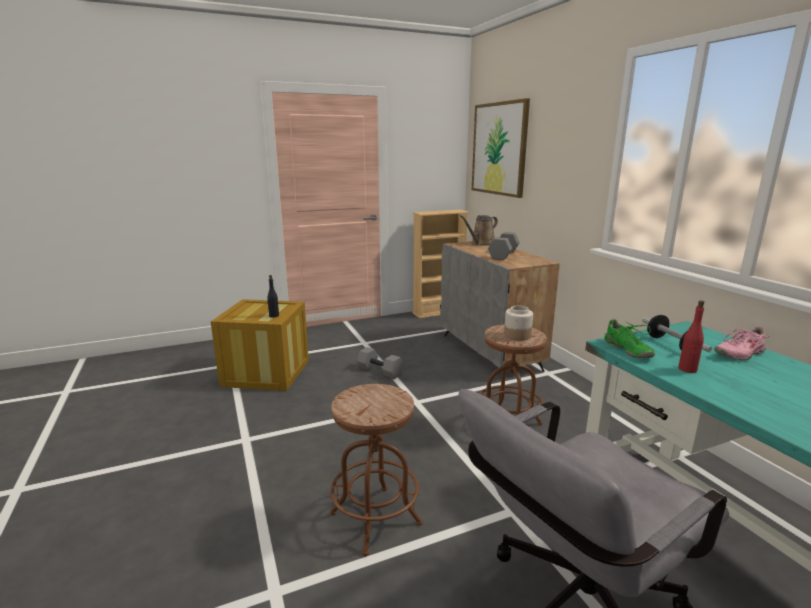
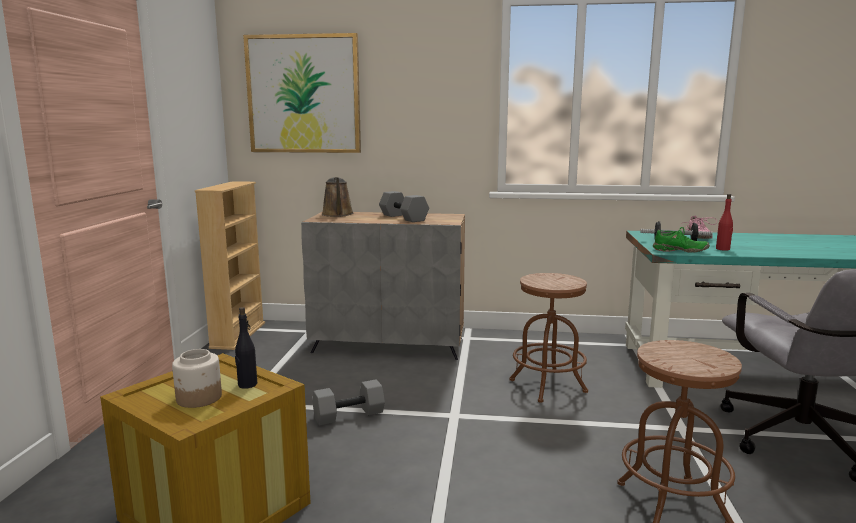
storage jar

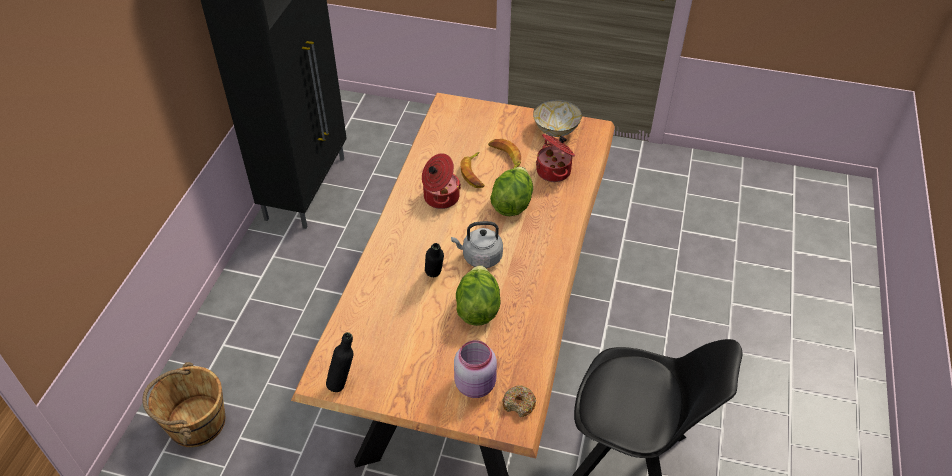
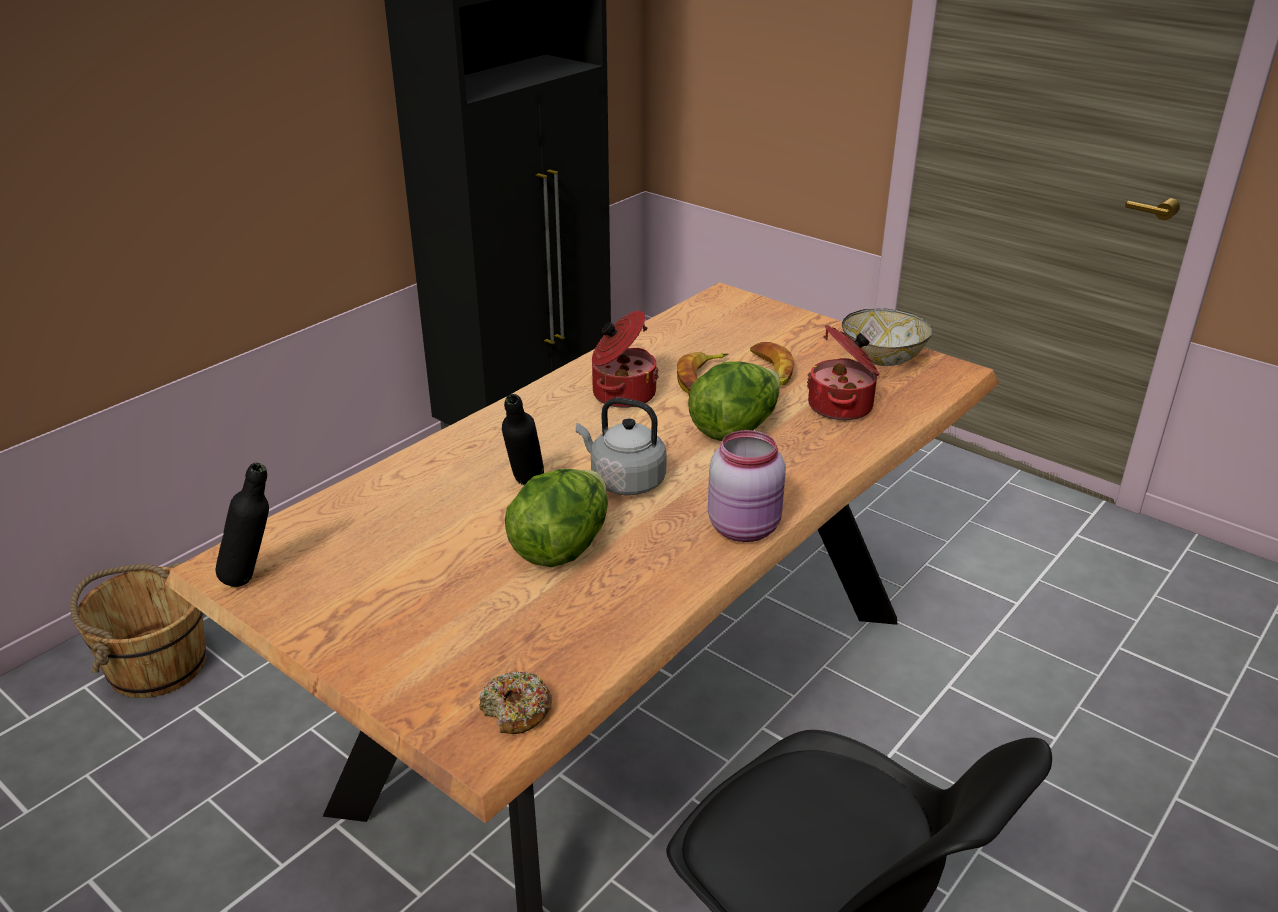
storage jar (pink)

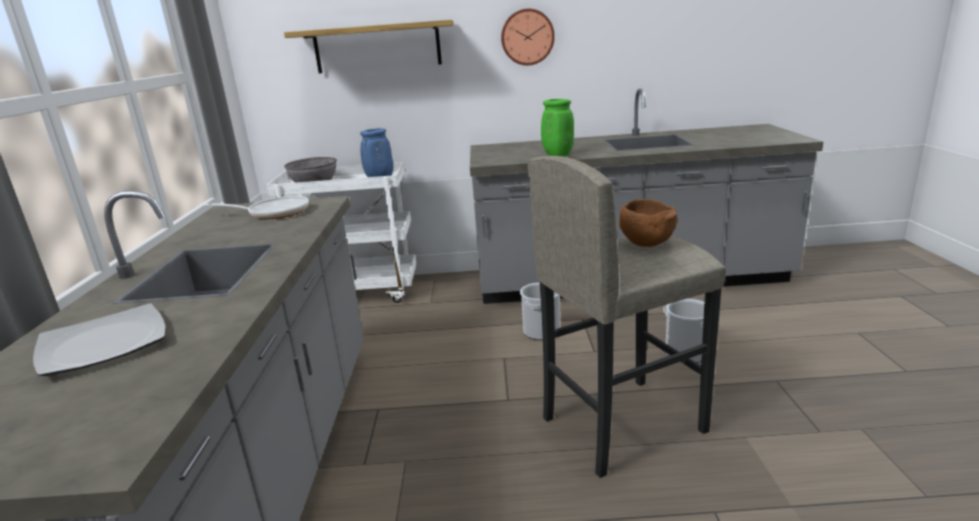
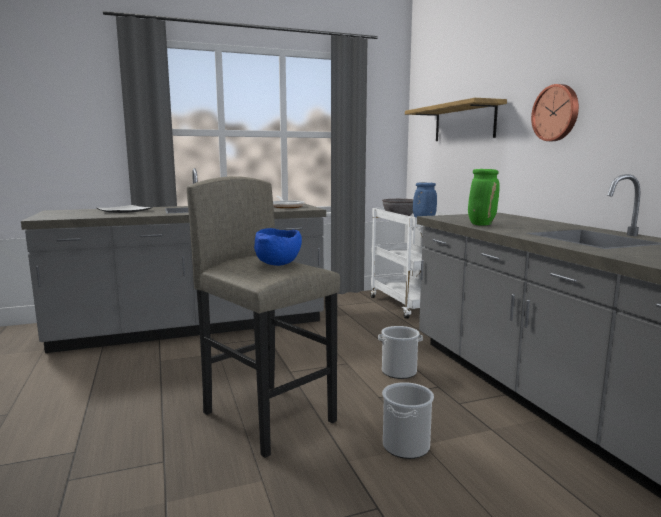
serving bowl (blue-coloured)

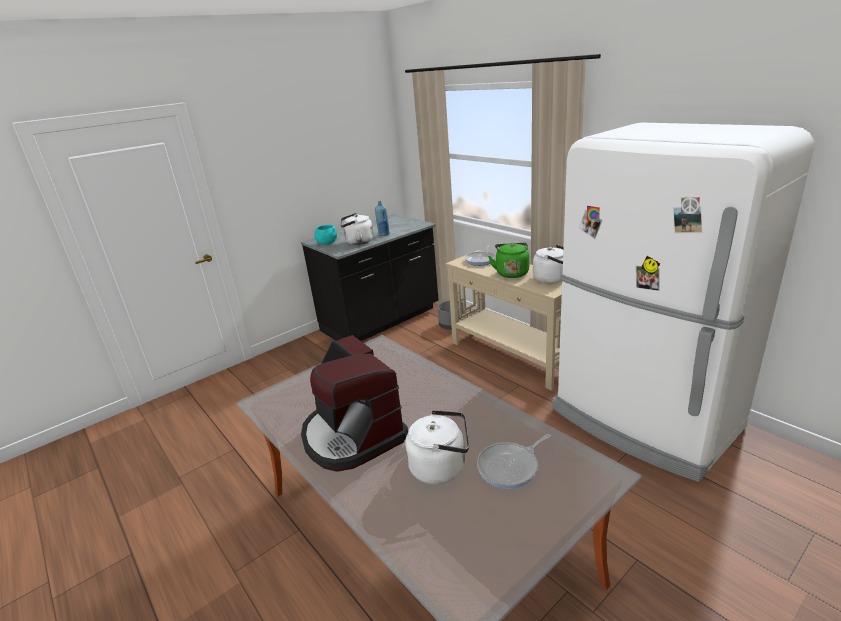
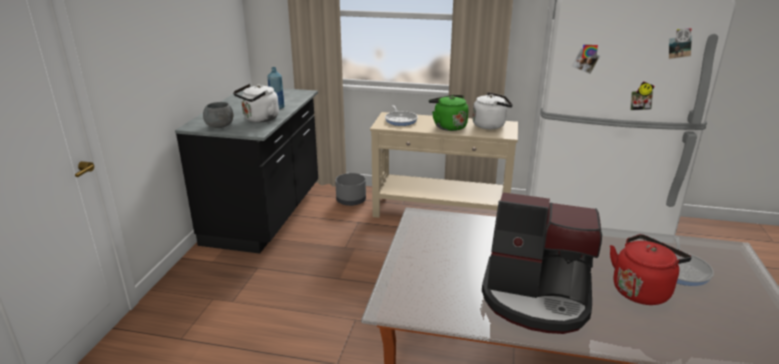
serving bowl (gray)
tea kettle (reddish)

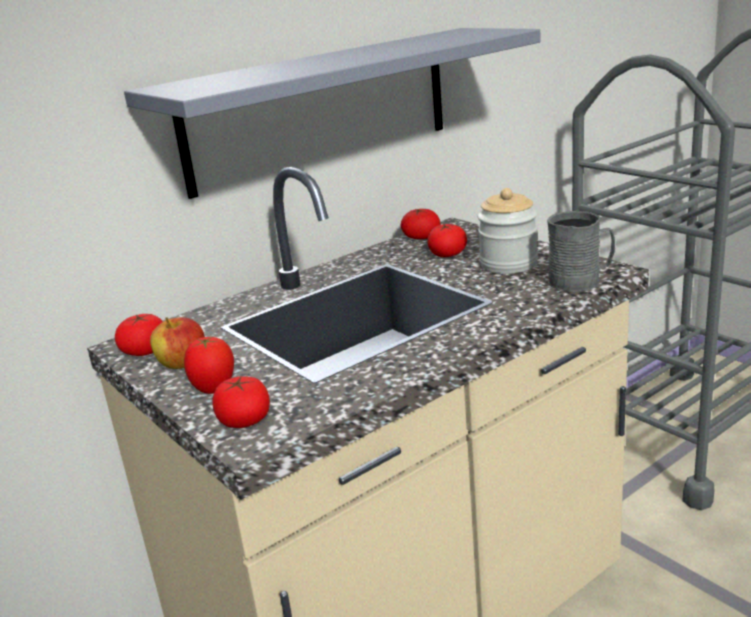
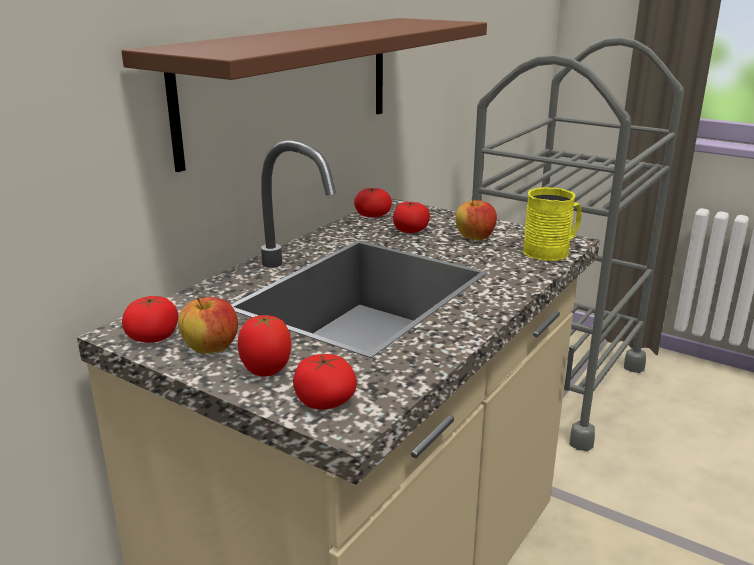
shelf (brown-coloured)
apple (no. 2 from left)
tea mug (yellowish)

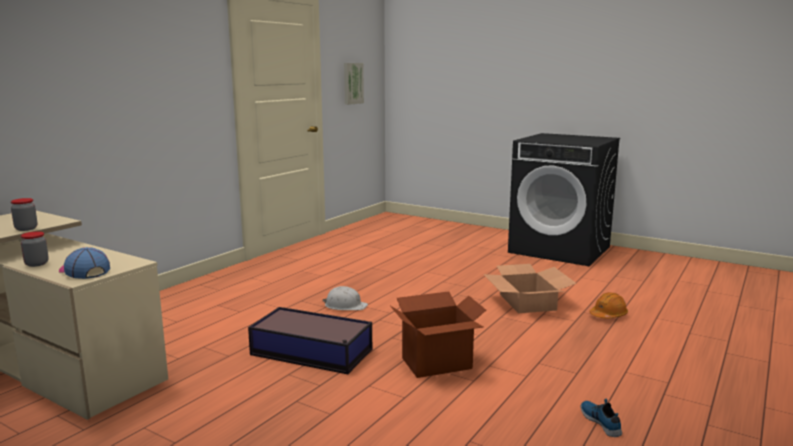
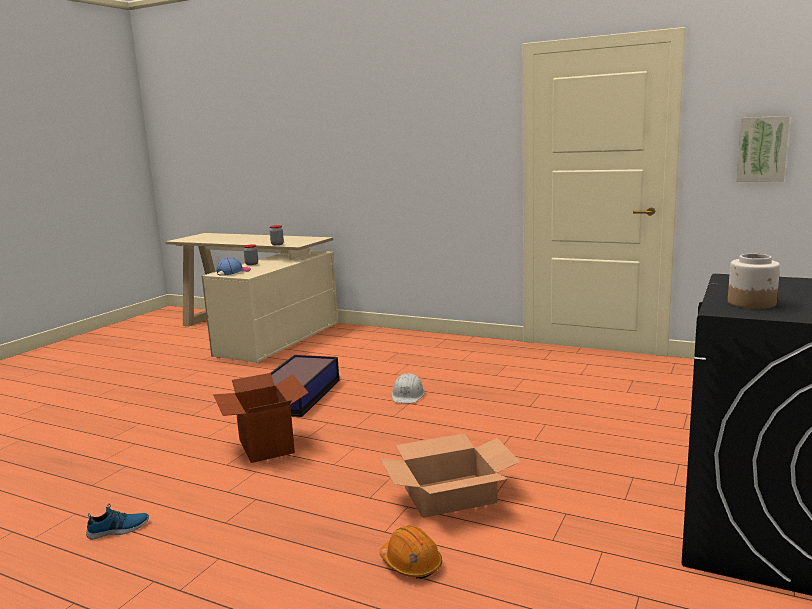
storage jar (no. 3 from left)

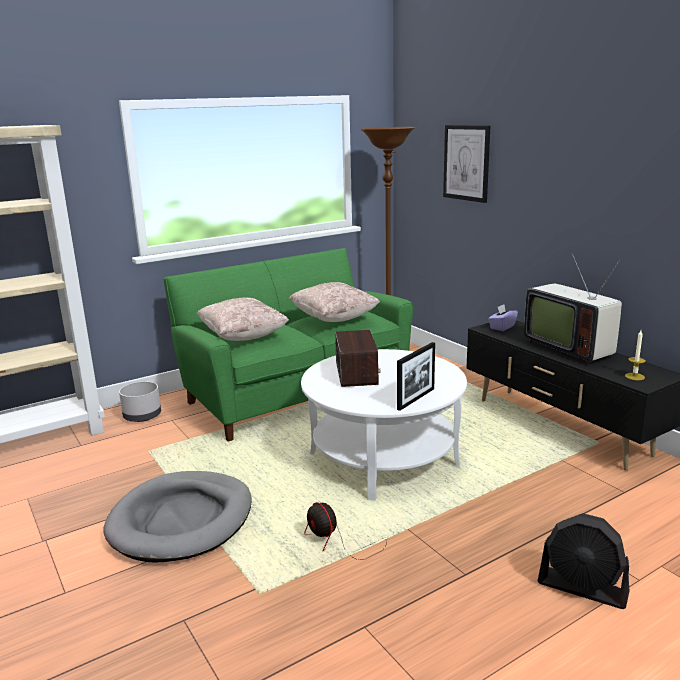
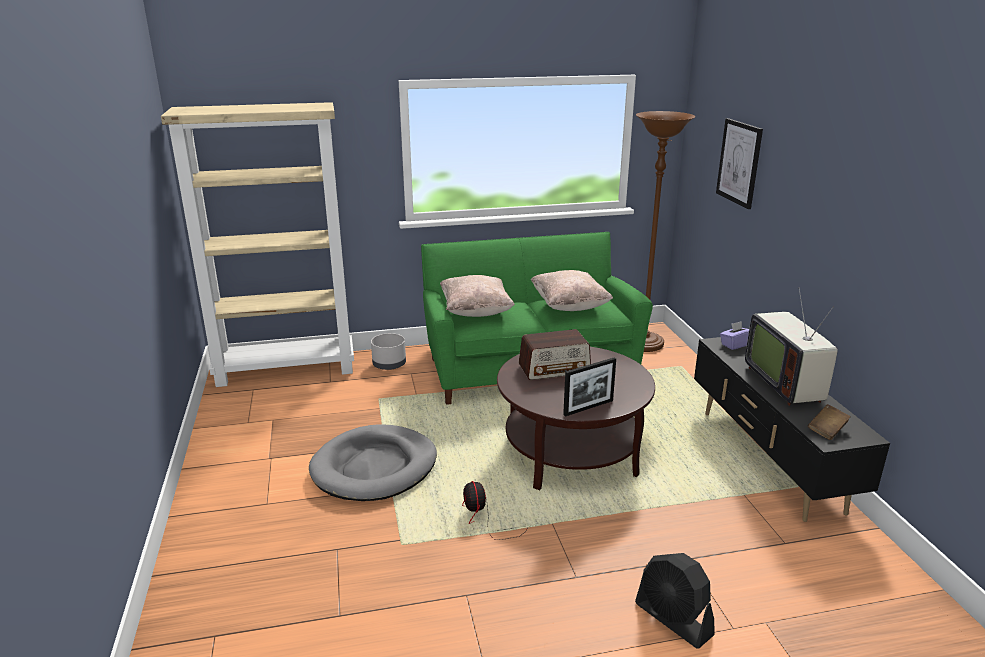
coffee table (brown-coloured)
radio receiver
bound book (brown-coloured)

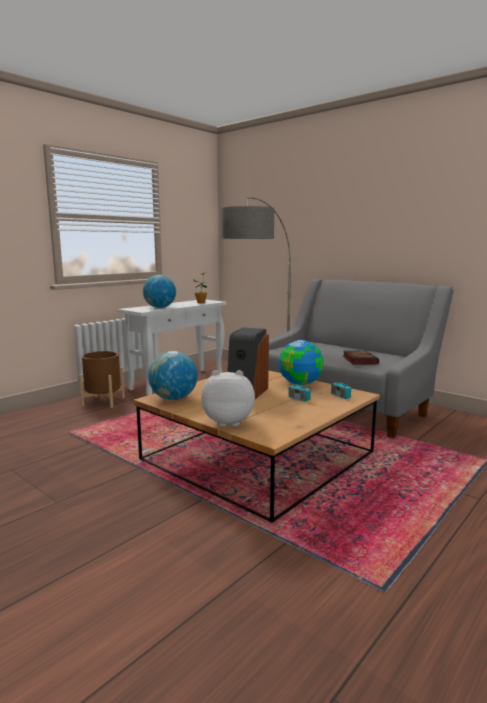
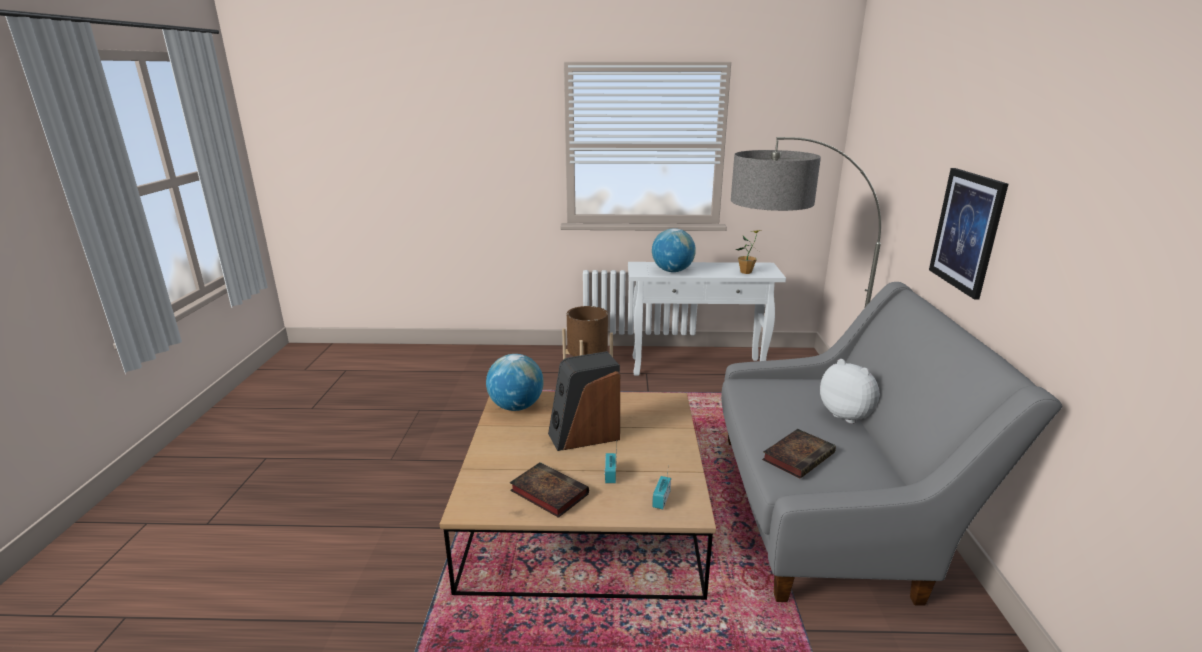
soft toy
world globe (no. 3 from left in the first image)
bound book (no. 1 from left)
wall art

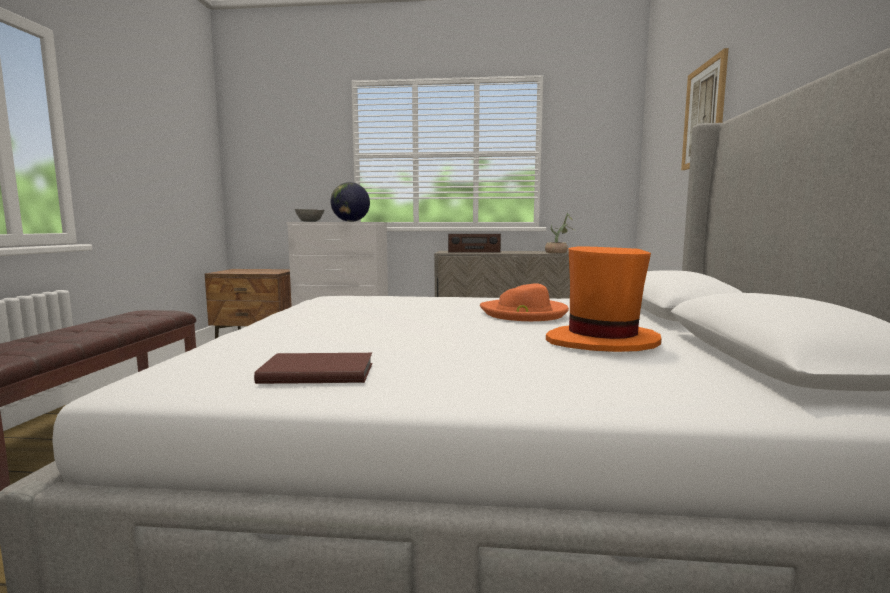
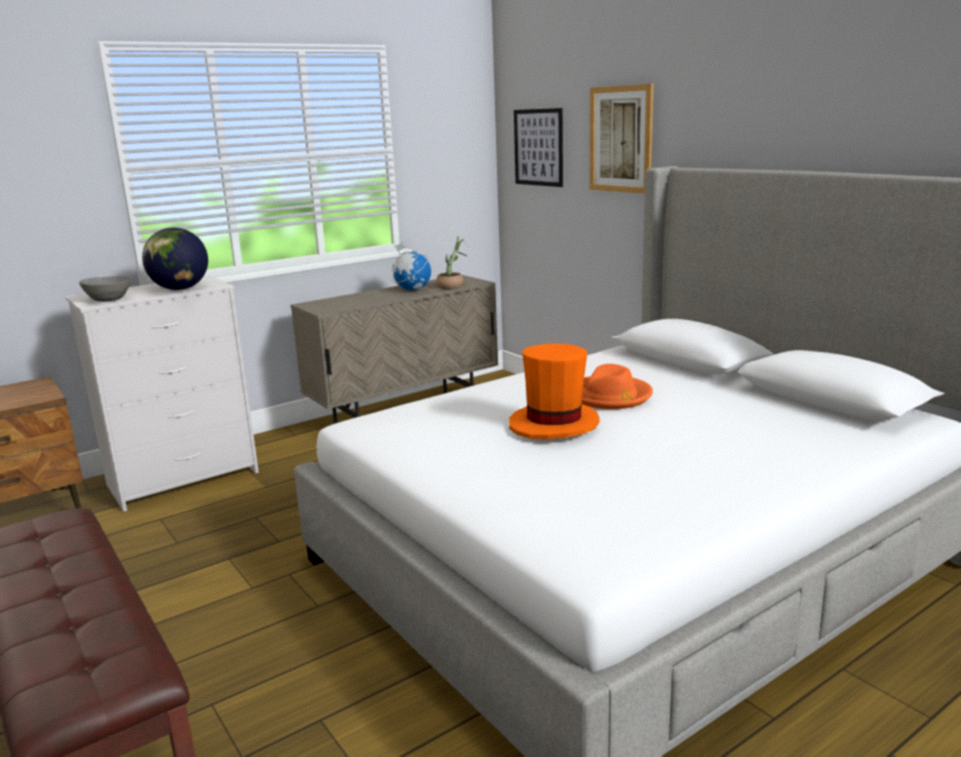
bound book (brown-coloured)
radio receiver
clothing hat (orange) (no. 1 from left)
world globe (no. 2 from left)
wall art (no. 1 from left)

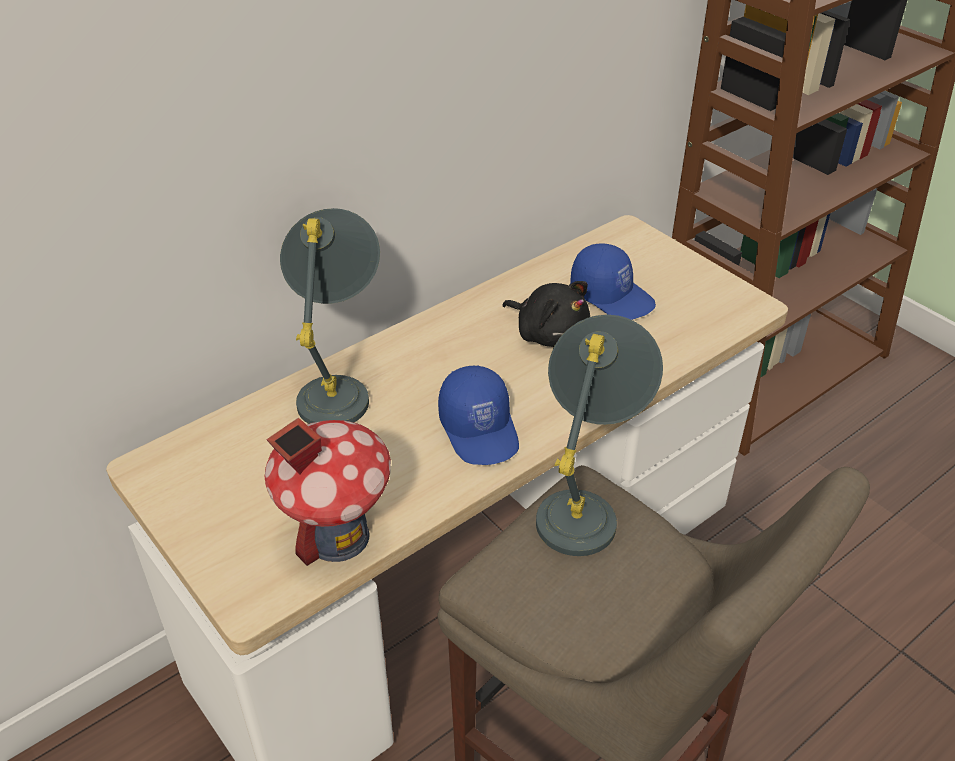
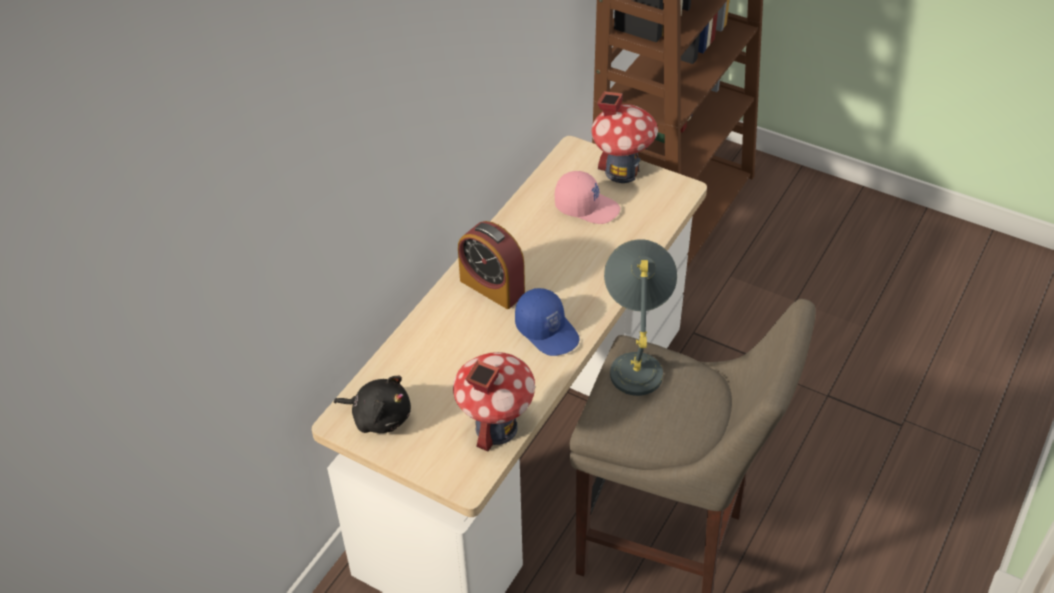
lamp for a table (gray) (no. 1 from left in the first image)
soft toy (black)
peaked cap (pink)
bedside clock
model house (no. 2 from left)

